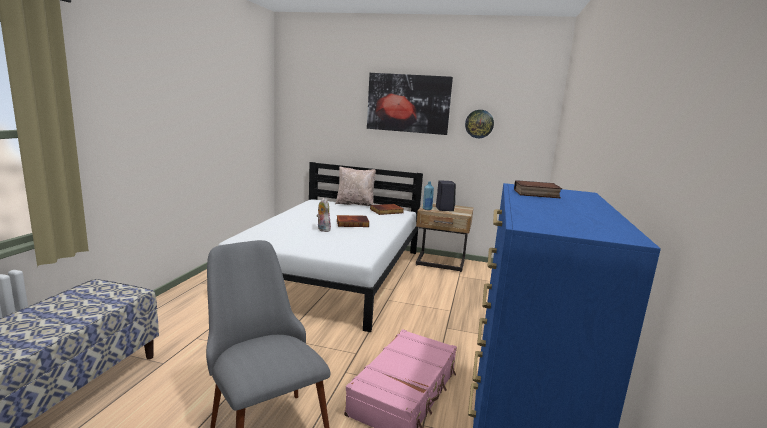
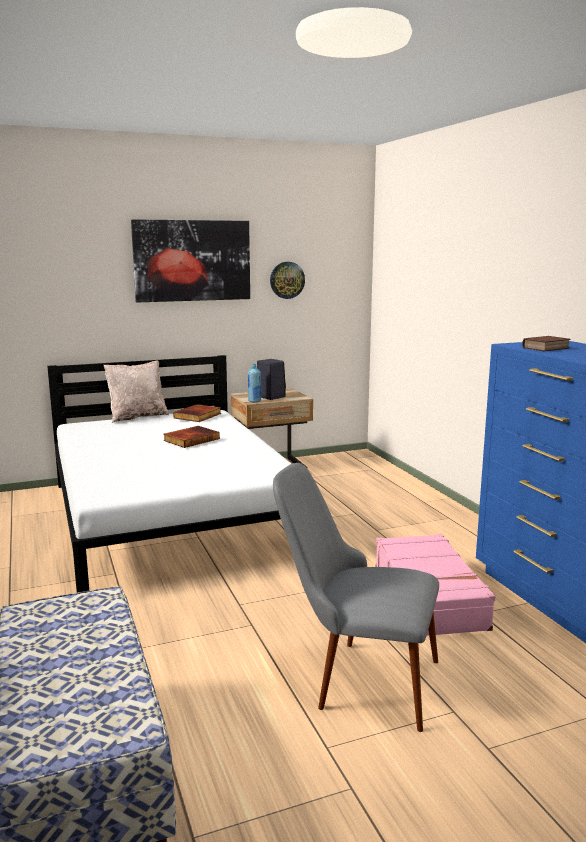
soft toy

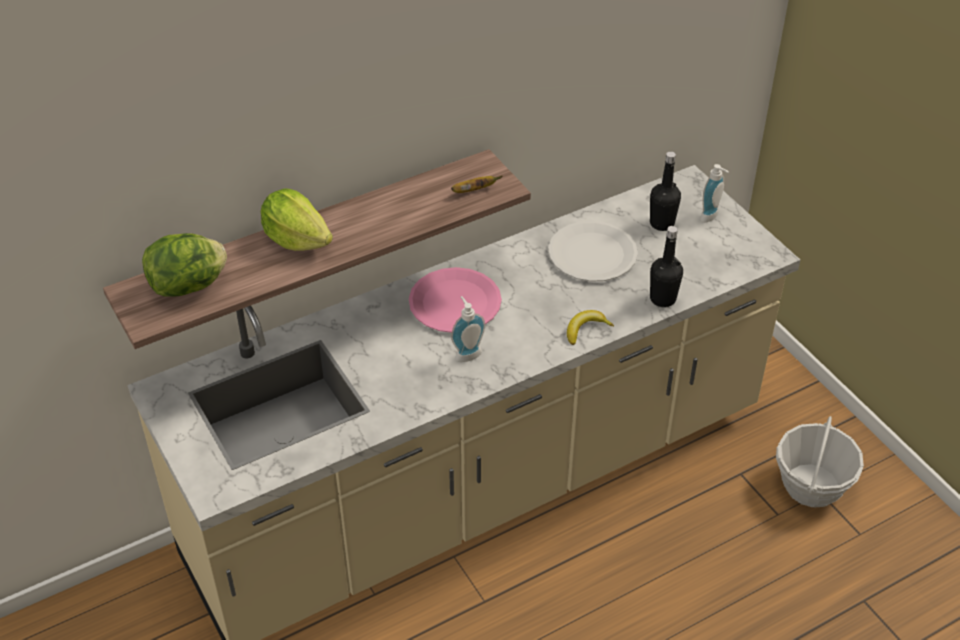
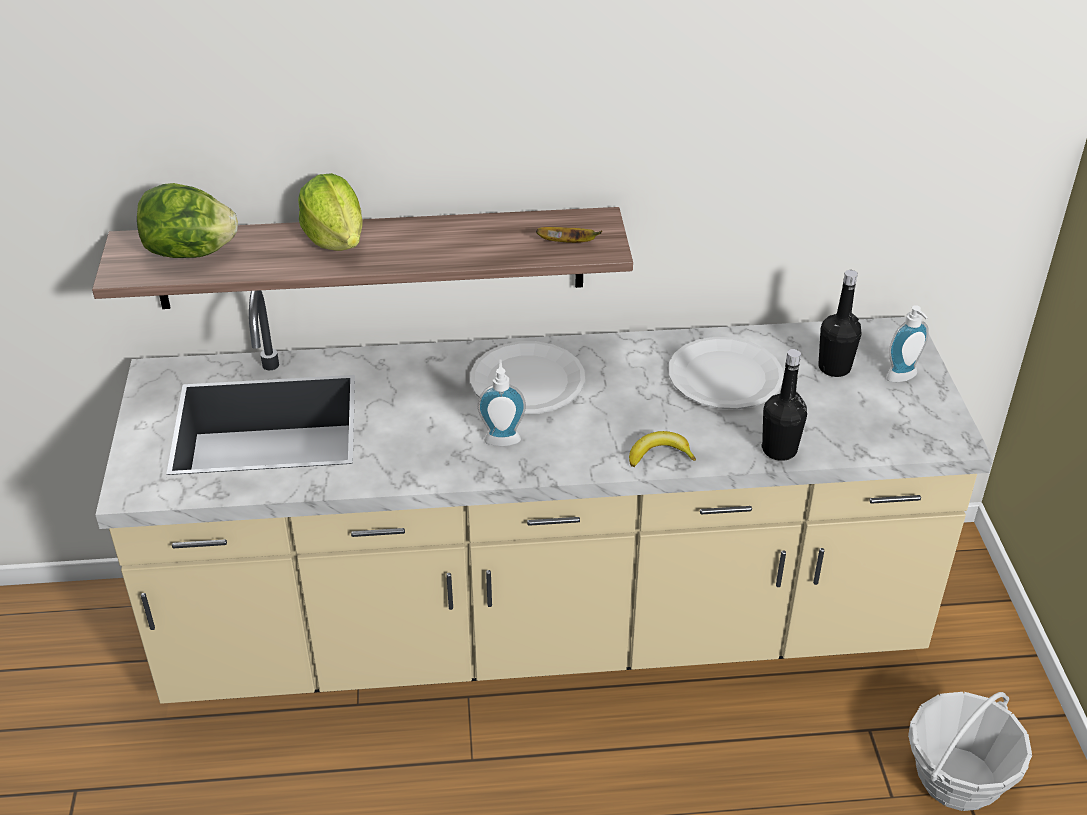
dinner plate (white-coloured) (no. 1 from left)

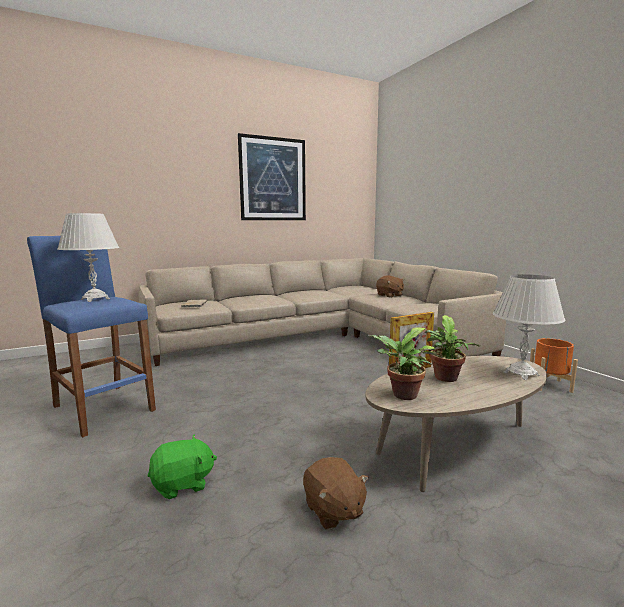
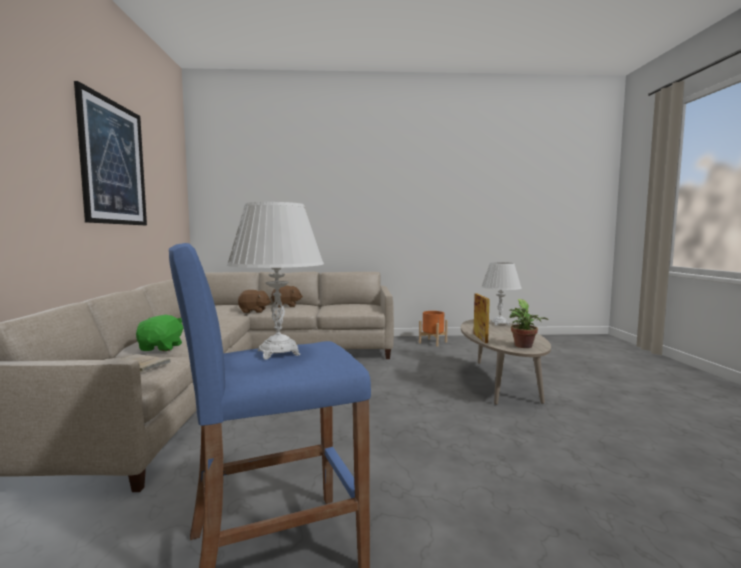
soft toy (green)
soft toy (brown-coloured) (no. 1 from left)
potted plant (no. 2 from left in the first image)

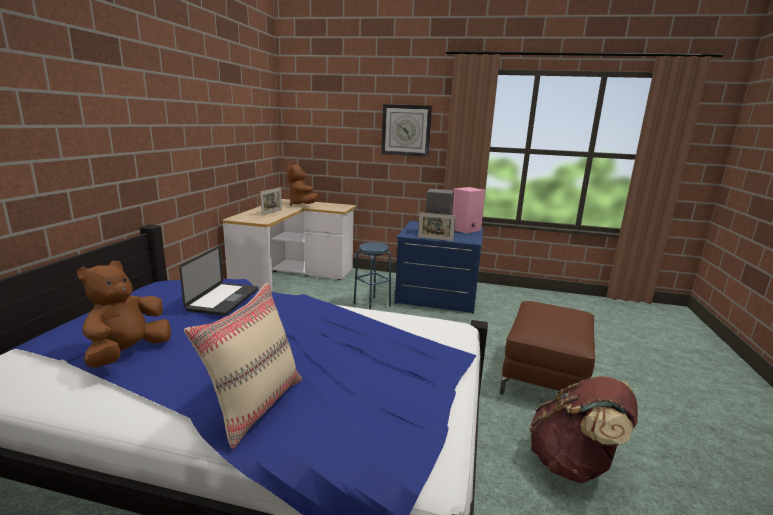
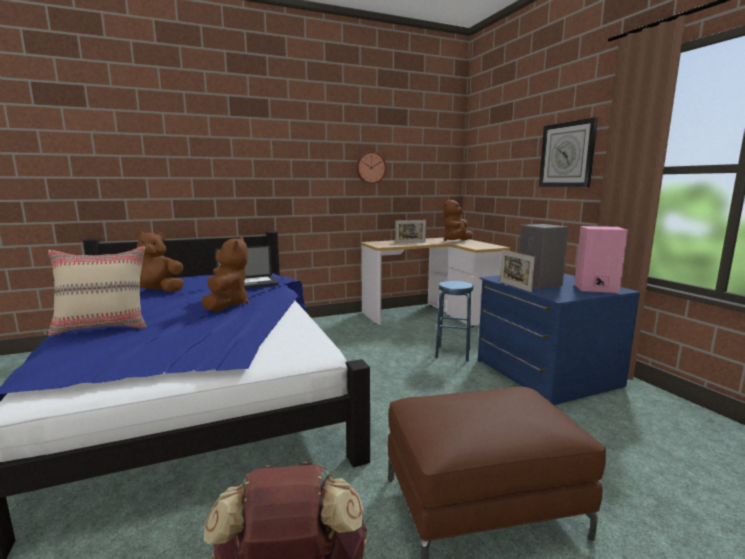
soft toy (brown-coloured) (no. 2 from left)
wall clock (no. 1 from left)

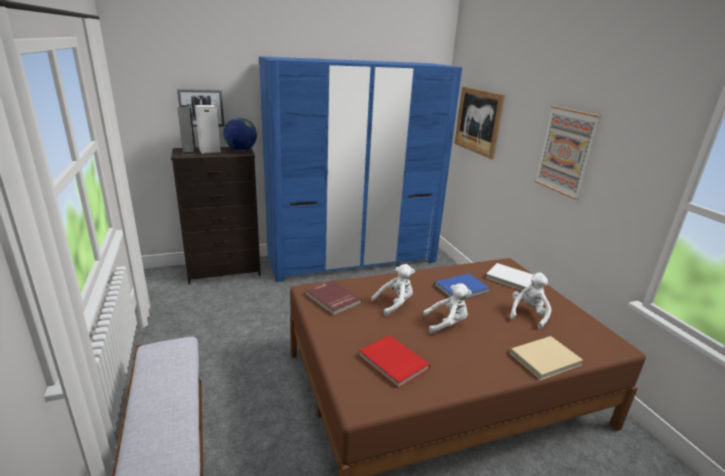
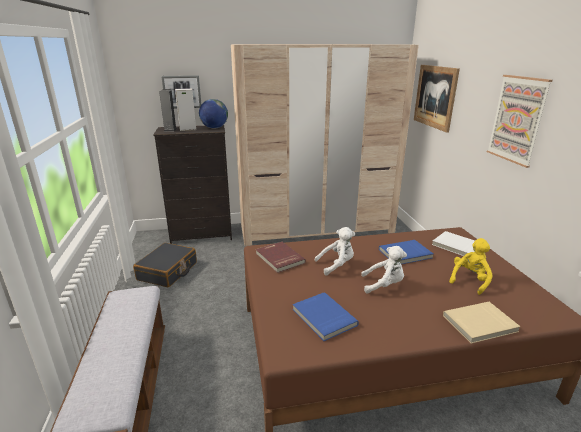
wardrobe (sand-coloured)
bound book (blue-coloured) (no. 1 from left)
soft toy (yellowish)
travel case (black)

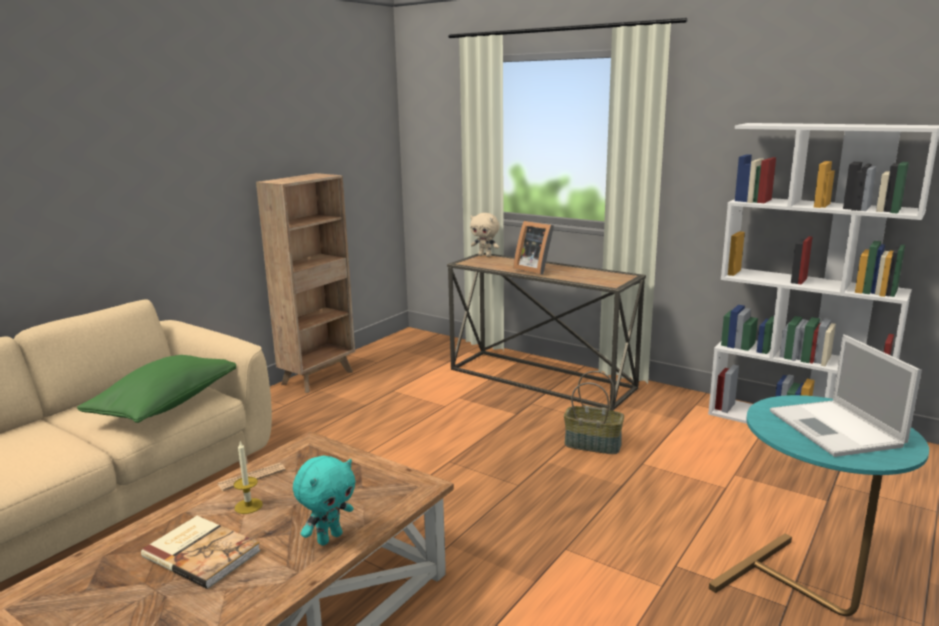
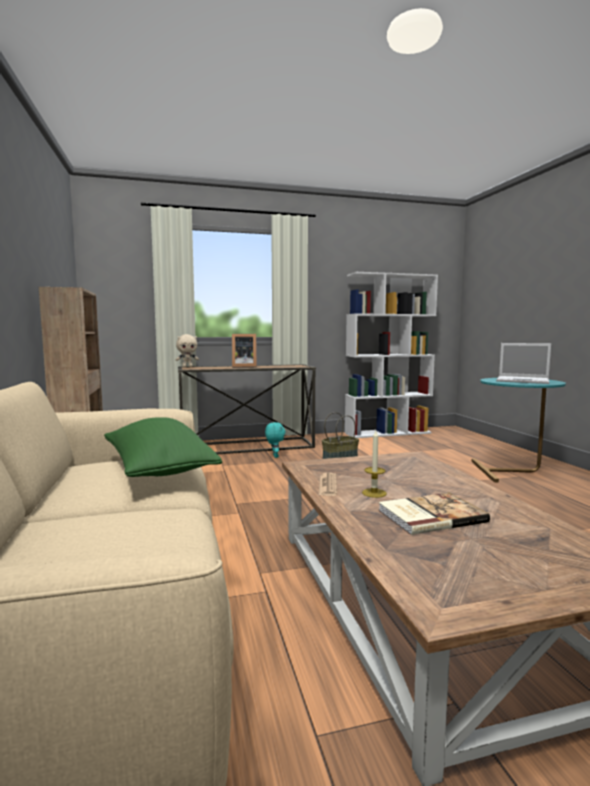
soft toy (turquoise-coloured)

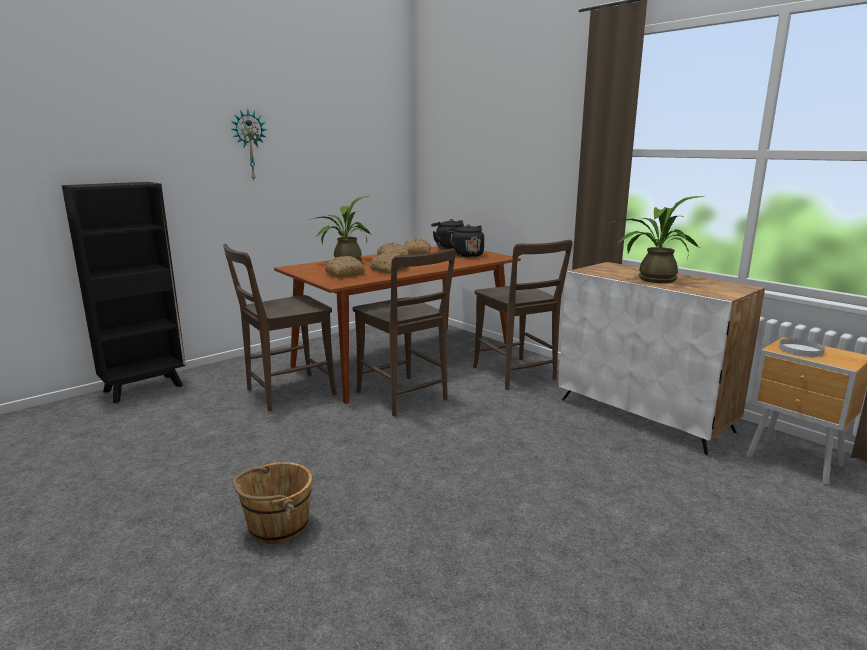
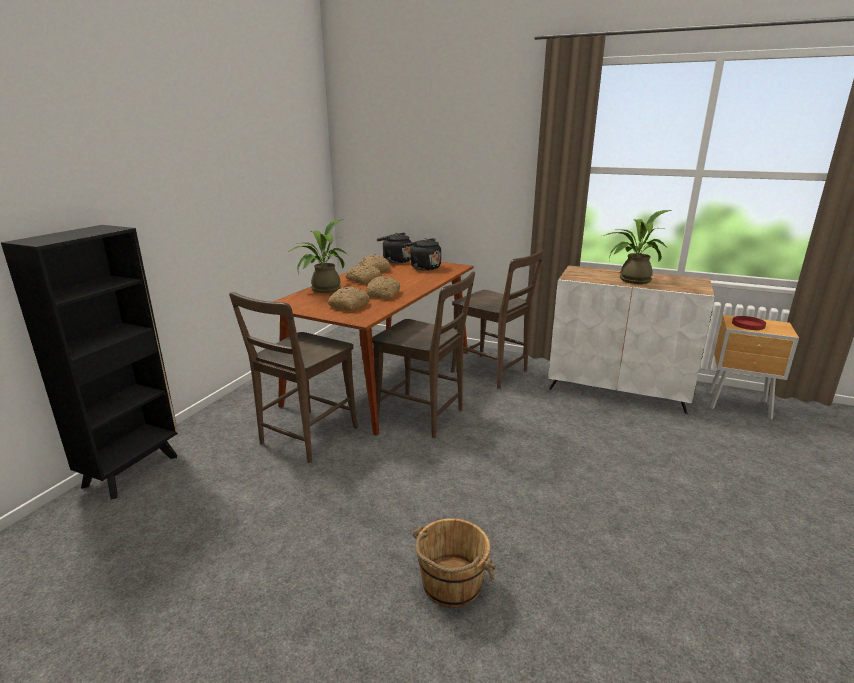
wall clock
dinner plate (reddish)

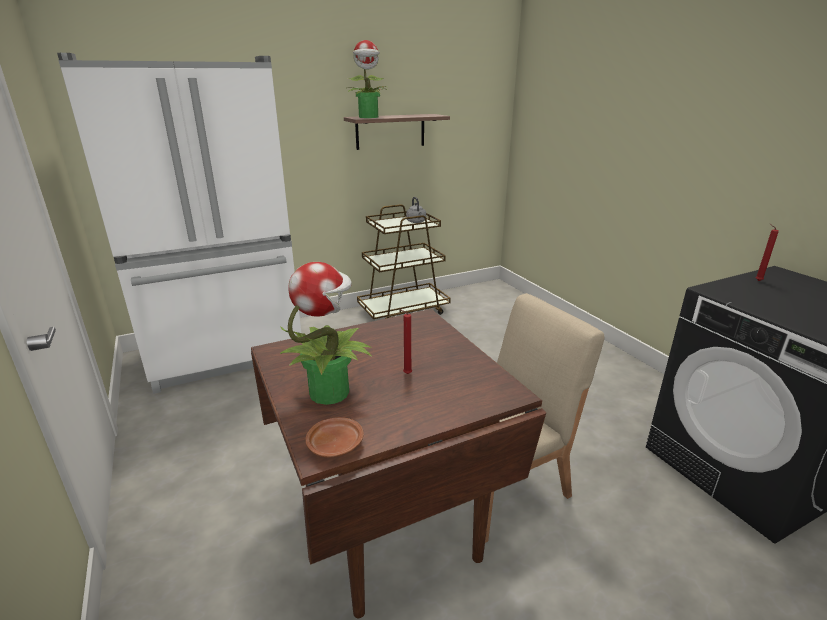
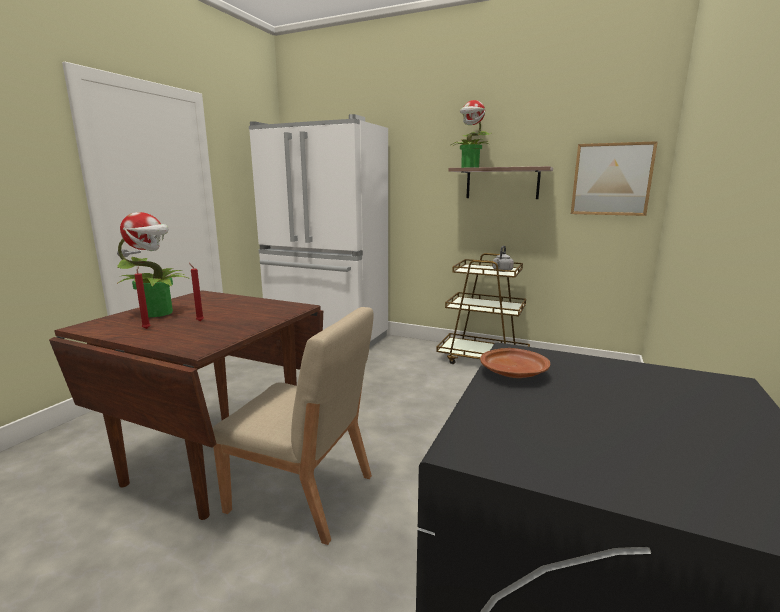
dinner plate (brown-coloured)
wax light (reddish) (no. 1 from left)
wall art

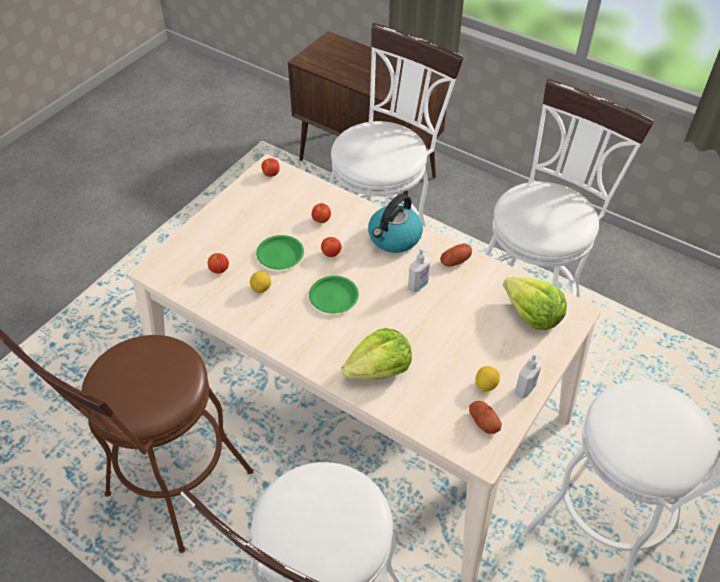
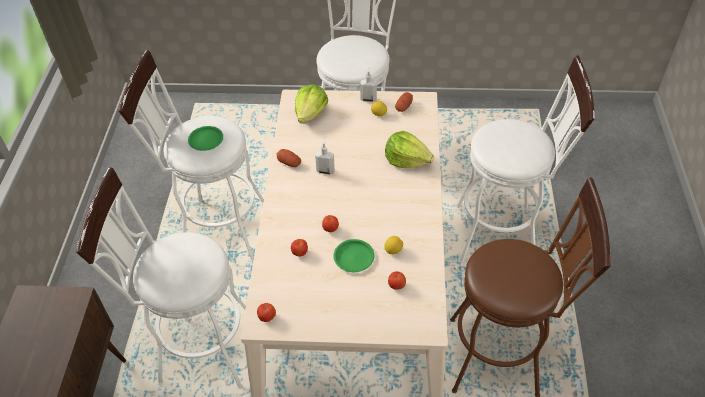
dinner plate (green) (no. 1 from left)
tea kettle

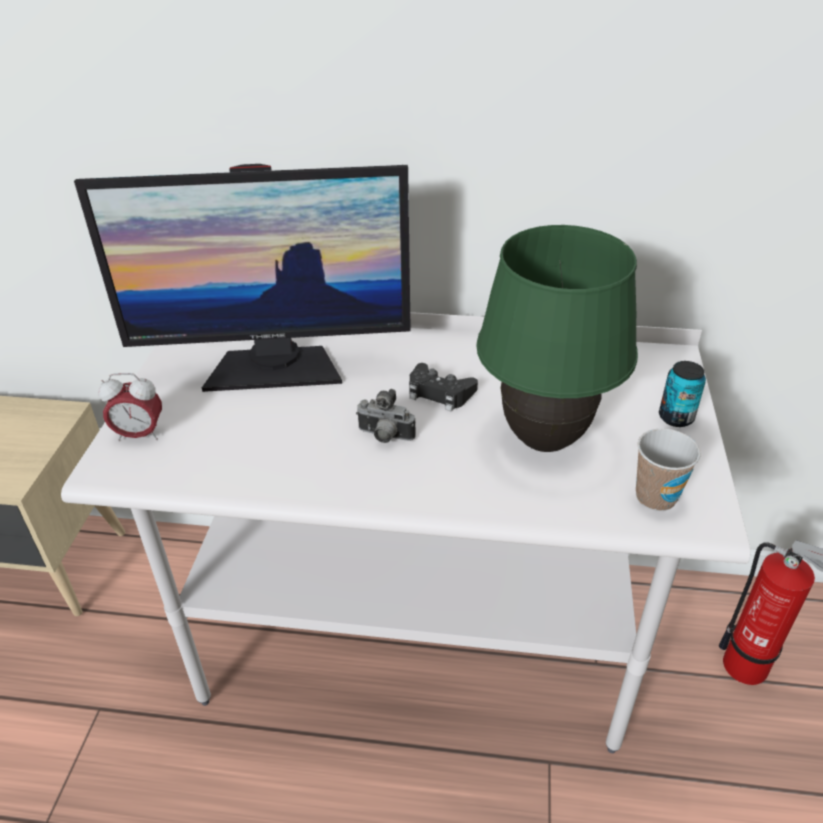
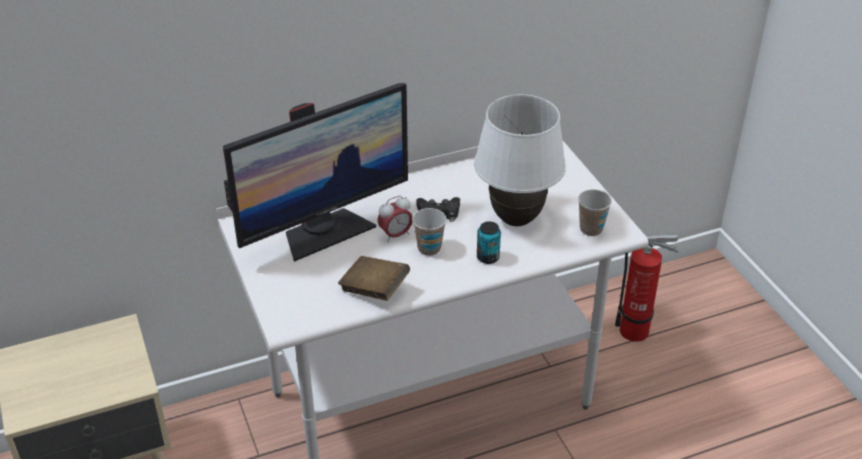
bedside clock
cup (no. 1 from left)
lamp for a table (white-coloured)
metal can
bound book (brown-coloured)

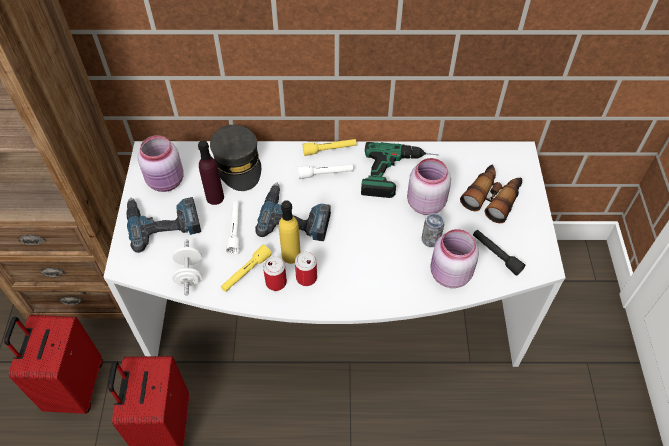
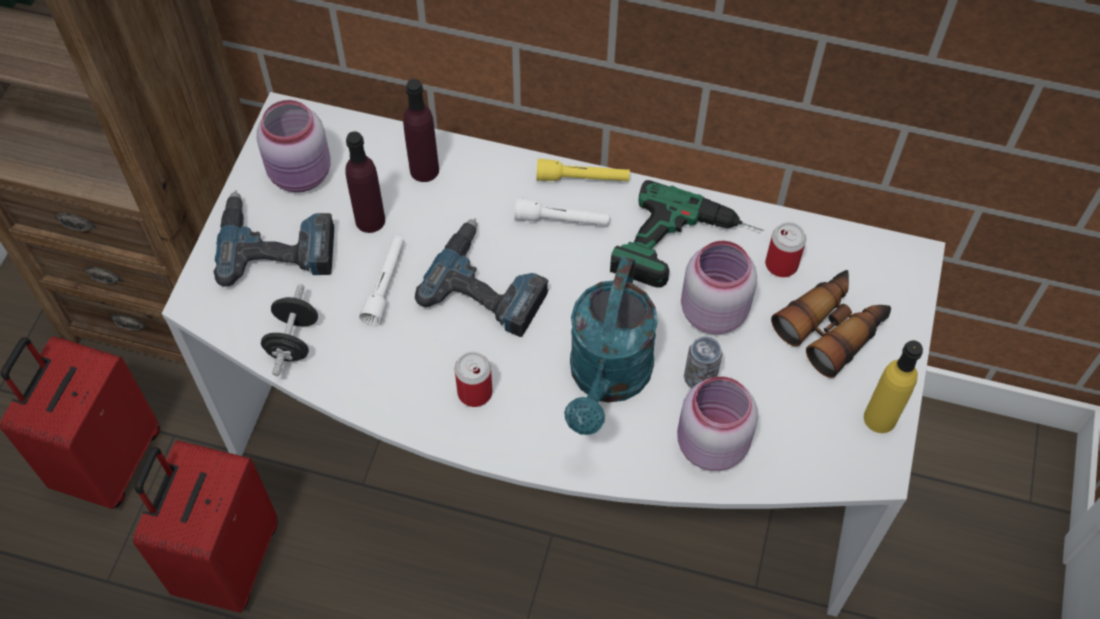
dumbbell (black)
beverage bottle (purple) (no. 2 from left)
flashlight (yellowish) (no. 1 from left in the first image)
metal can (no. 3 from left)
beverage bottle (yellowish)
flashlight (black)
sprinkling can (turquoise-coloured)

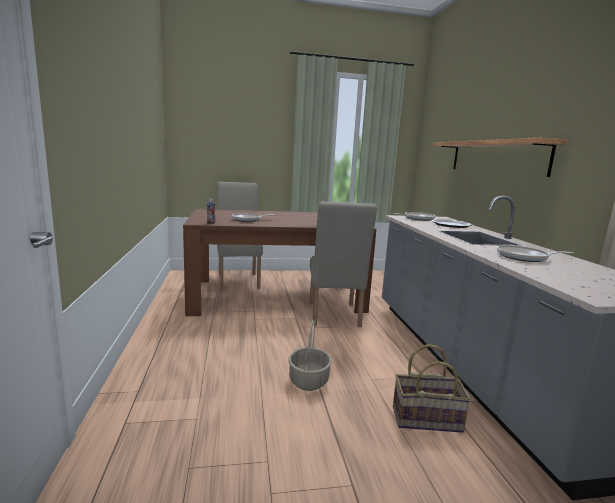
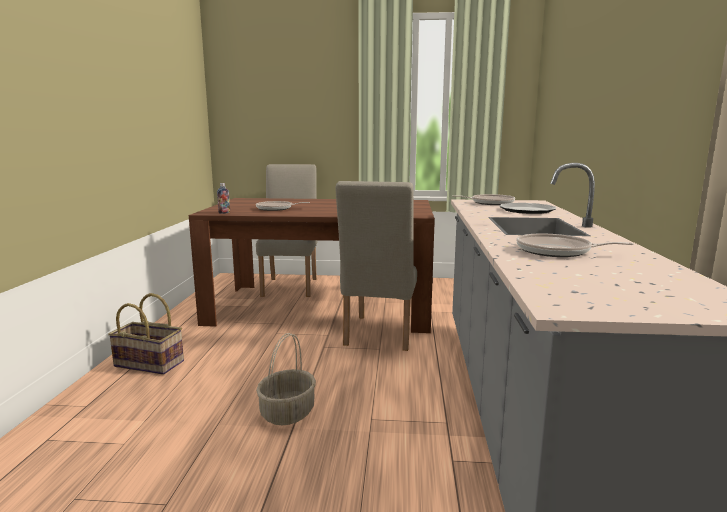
household basket (no. 1 from left)
shelf

